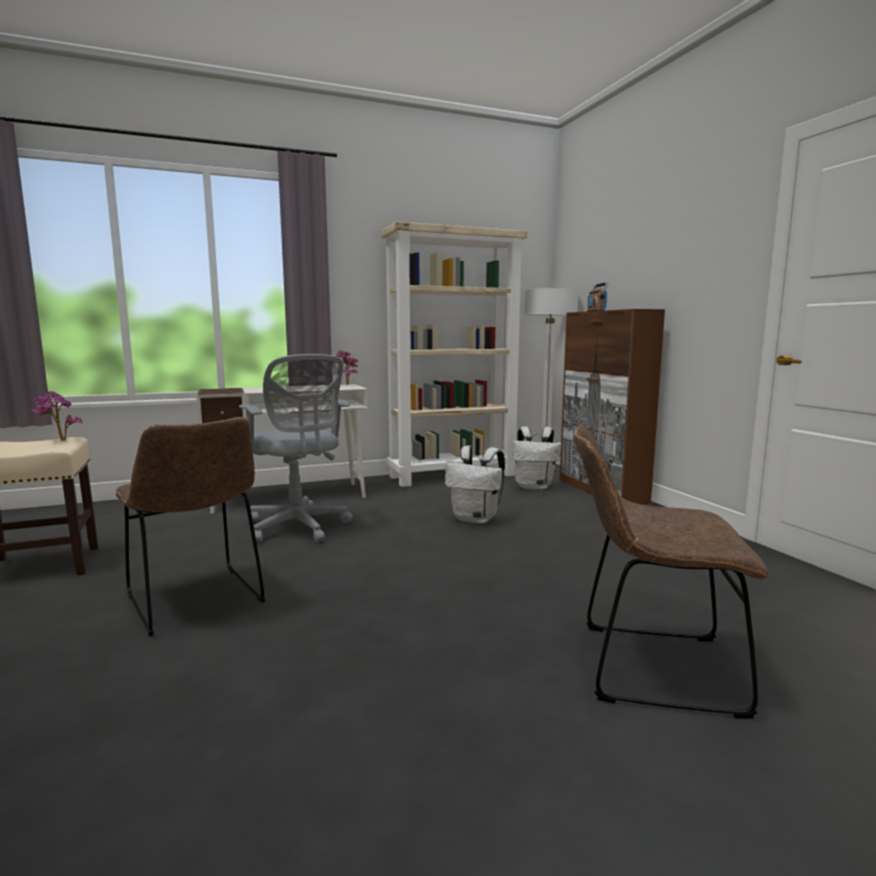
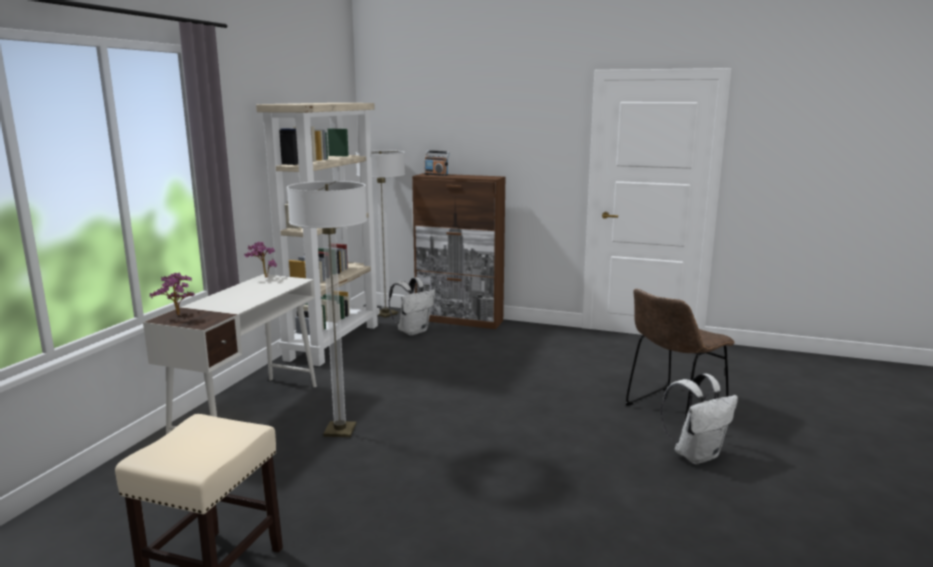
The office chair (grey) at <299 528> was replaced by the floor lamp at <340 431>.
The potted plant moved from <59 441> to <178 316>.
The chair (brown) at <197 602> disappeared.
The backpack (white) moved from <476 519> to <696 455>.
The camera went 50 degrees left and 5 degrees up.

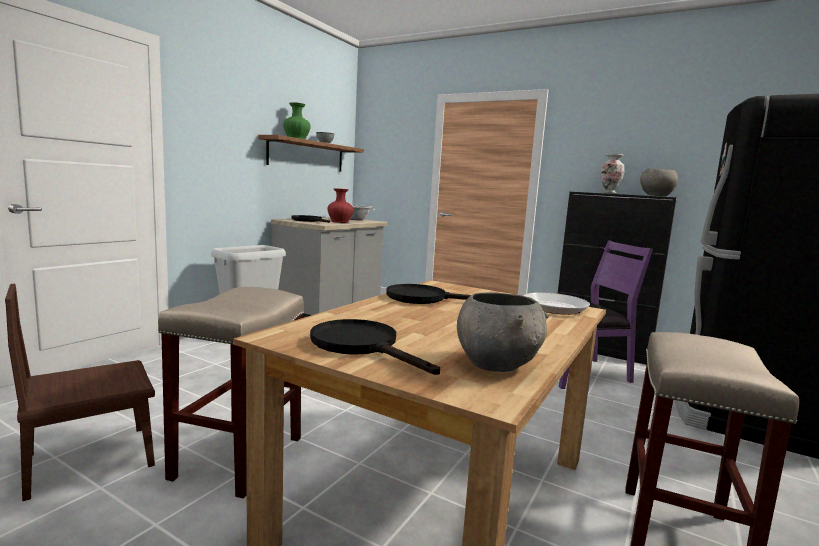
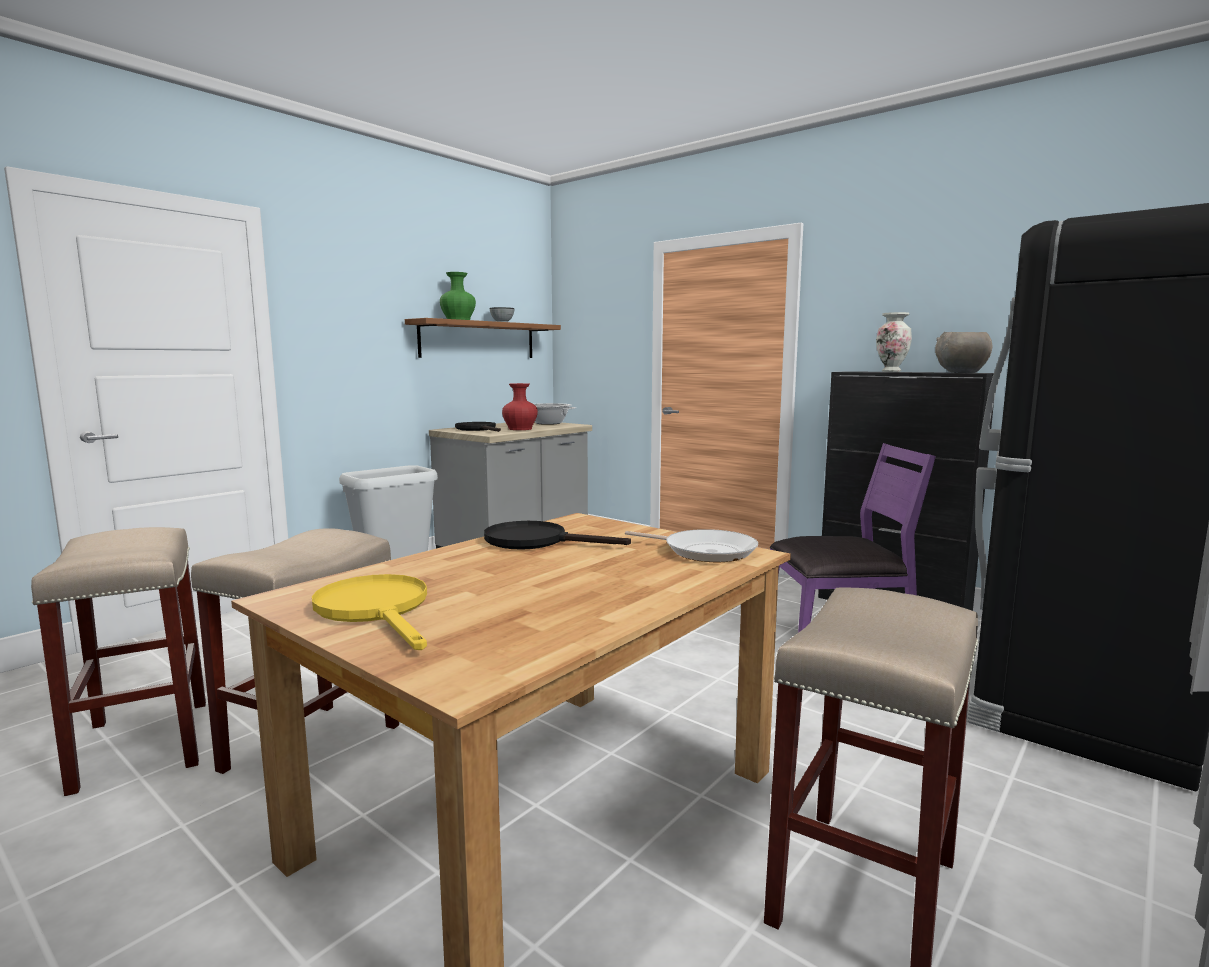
The chair (brown) at <90 460> was replaced by the stool (beige) at <142 743>.
The bowl (grey) at <497 365> disappeared.
The frying pan (black) at <362 346> became the frying pan (yellow) at <377 610>.
The camera went 10 degrees right and 0 degrees up.

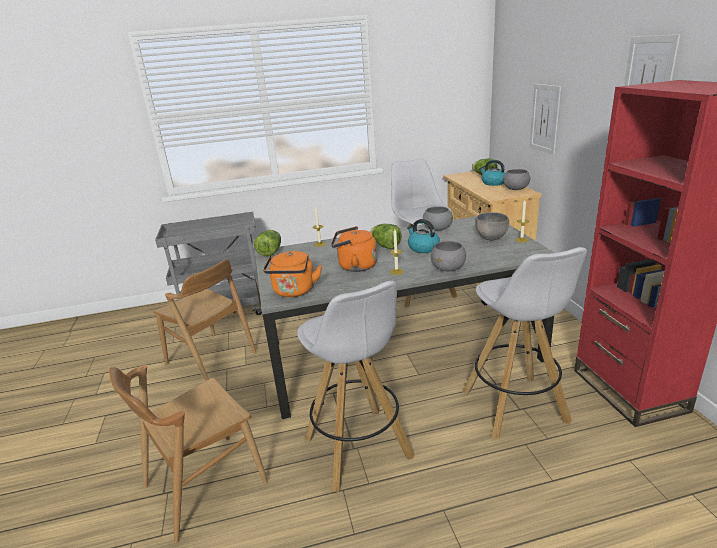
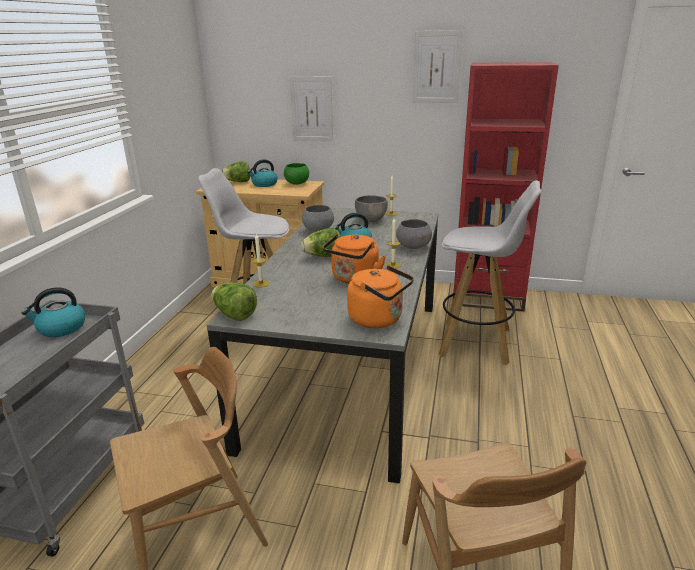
The bowl (grey) at <516 189> became the bowl (green) at <297 183>.
The stool (white) at <359 449> disappeared.
The kettle at <61 328> appeared.
The camera went 65 degrees left and 0 degrees up.

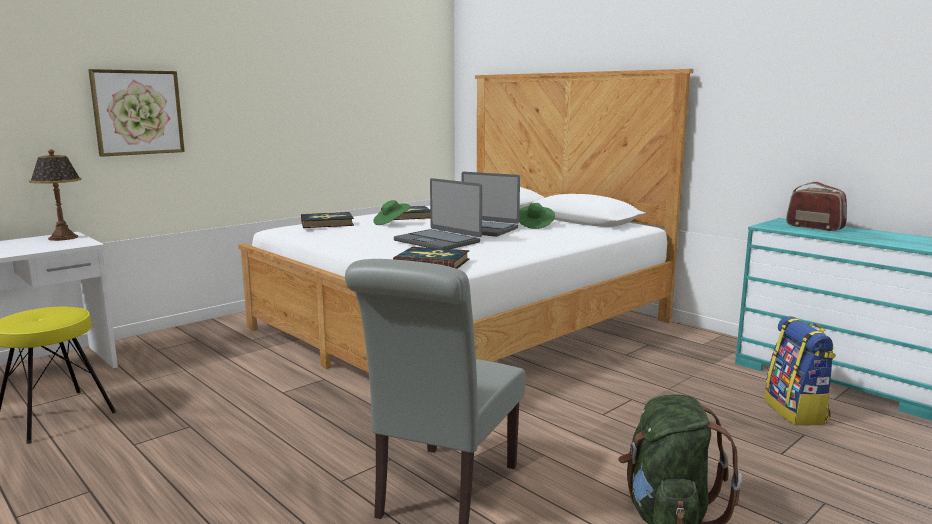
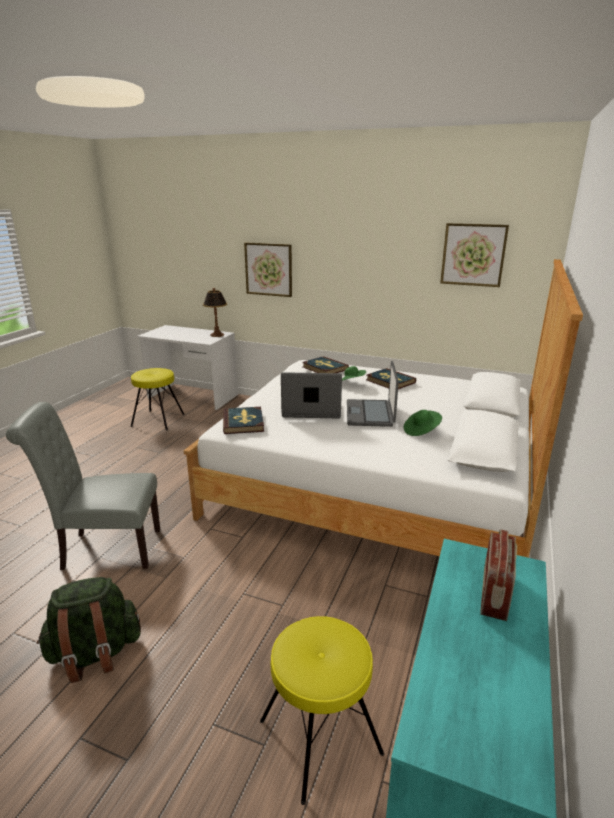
The laptop at <438 241> turned 75 degrees clockwise.
The backpack at <796 412> was replaced by the stool (yellow) at <320 737>.
The picture at <473 255> appeared.
The camera went 65 degrees right and 10 degrees up.

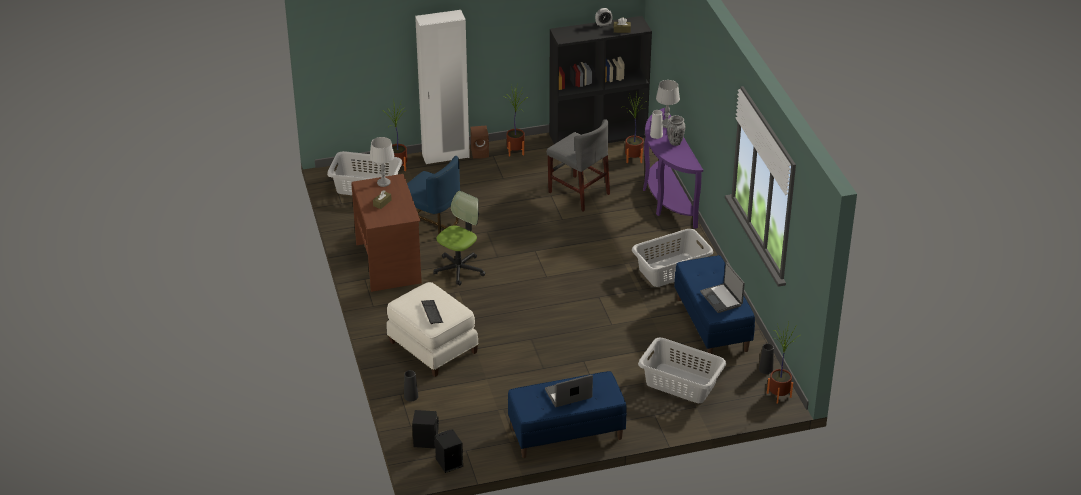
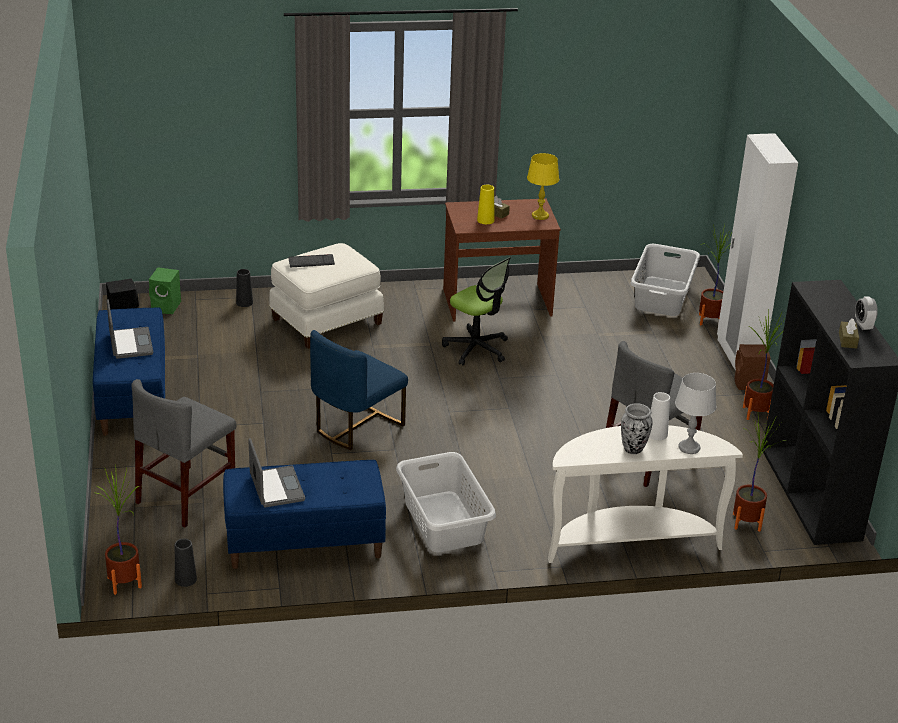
The console table (purple) at <666 199> became the console table (white) at <630 541>.
The table lamp (grey) at <383 183> became the table lamp (yellow) at <540 216>.
The chair (blue) moved from <430 222> to <356 426>.
The laptop at <722 299> turned 90 degrees clockwise.
The laundry basket (grey) at <681 384> was replaced by the chair (grey) at <186 496>.
The speaker (black) at <426 440> became the speaker (green) at <167 307>.
The vase (yellow) at <485 220> appeared.
The camera went 95 degrees right and 5 degrees down.

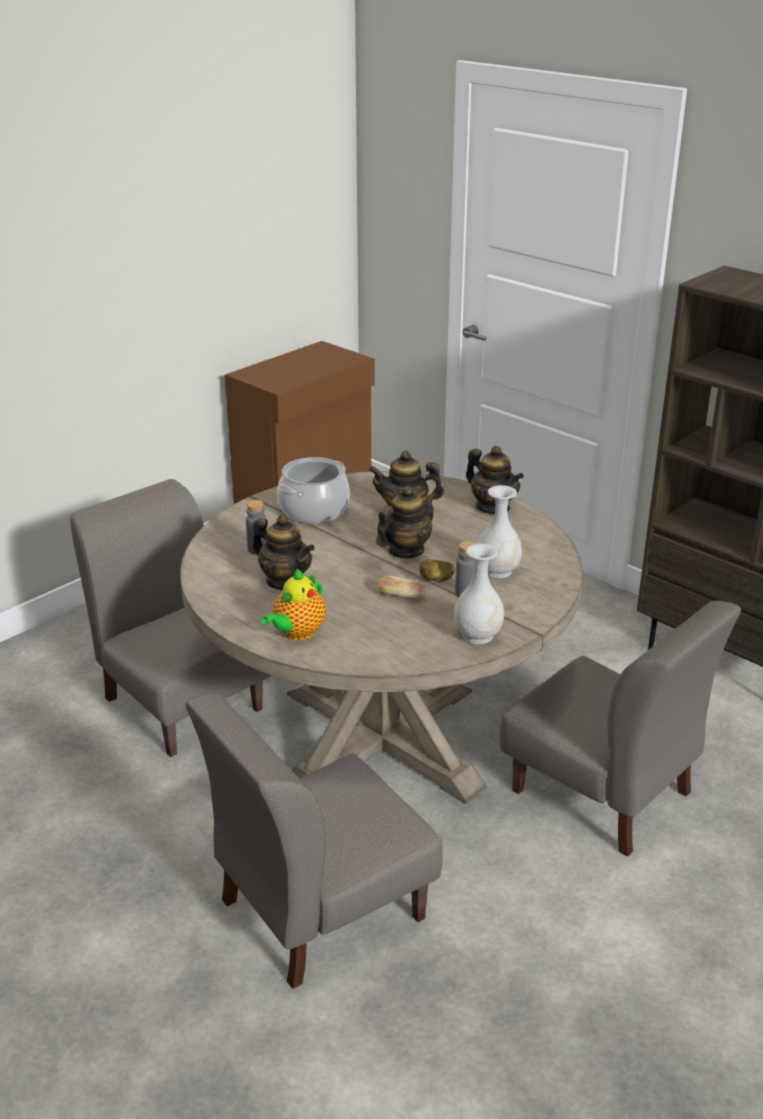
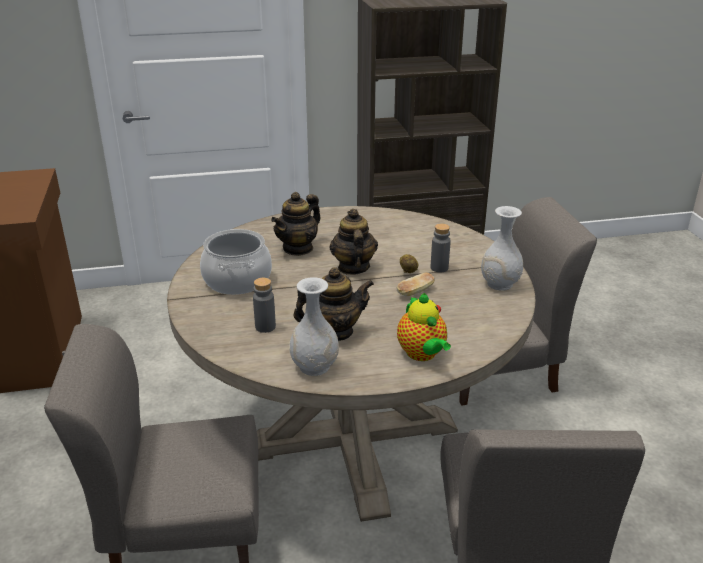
The teapot at <492 507> disappeared.
The vase (white) moved from <498 571> to <315 366>.
The camera went 55 degrees left and 0 degrees up.

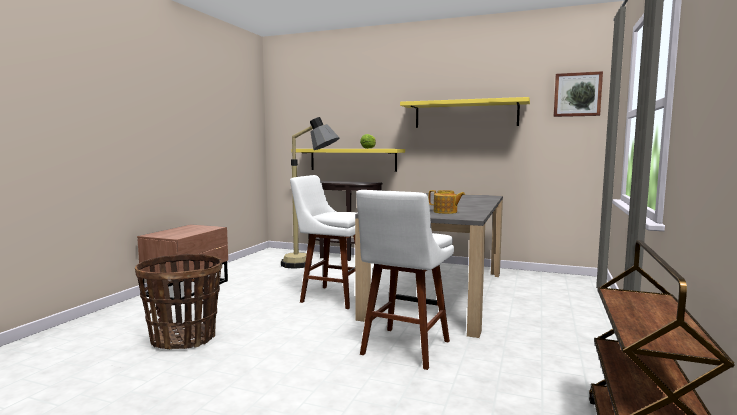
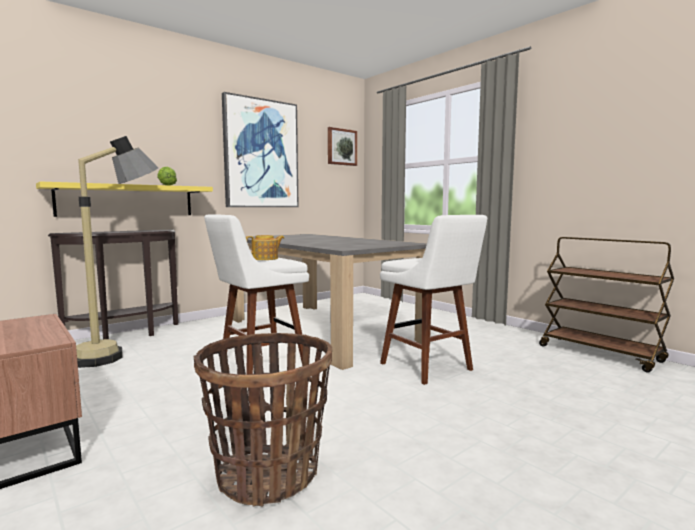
The shelf (yellow) at <465 114> was replaced by the picture at <261 154>.
The teapot moved from <445 212> to <265 258>.
The camera went 60 degrees left and 0 degrees up.

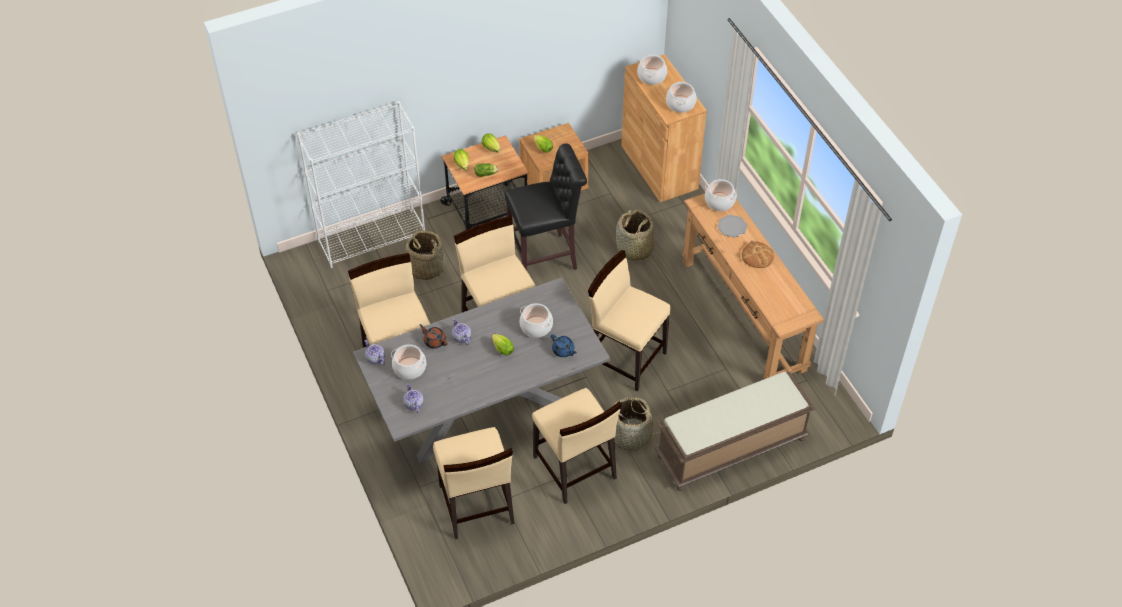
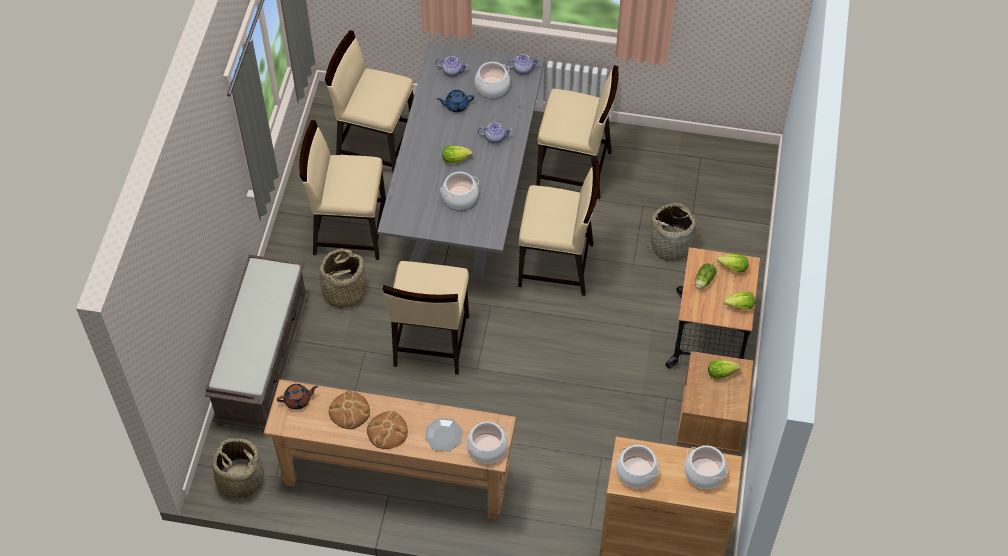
The bookcase (white) at <372 238> disappeared.
The stool (black) at <546 257> disappeared.
The basket moved from <634 249> to <240 479>.
The chair (beige) at <626 357> turned 120 degrees clockwise.
The teapot (brown) moved from <434 341> to <298 400>.
The teapot (blue) moved from <563 351> to <456 105>.
The bread at <349 411> appeared.
The camera went 125 degrees right and 5 degrees up.

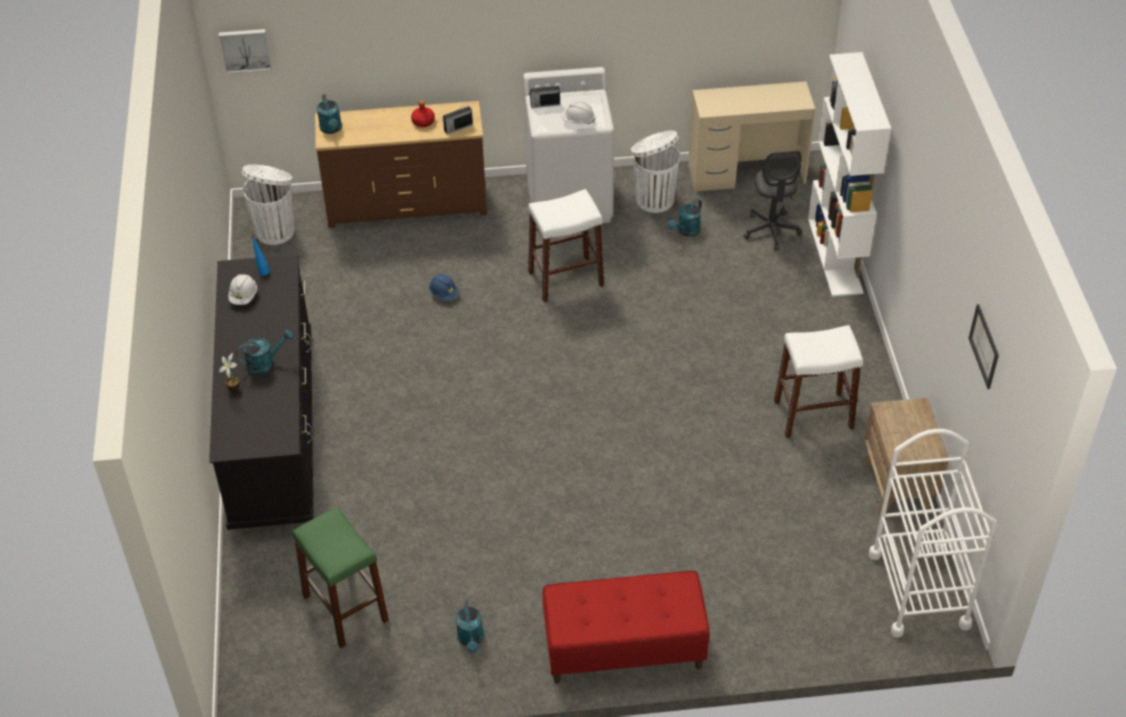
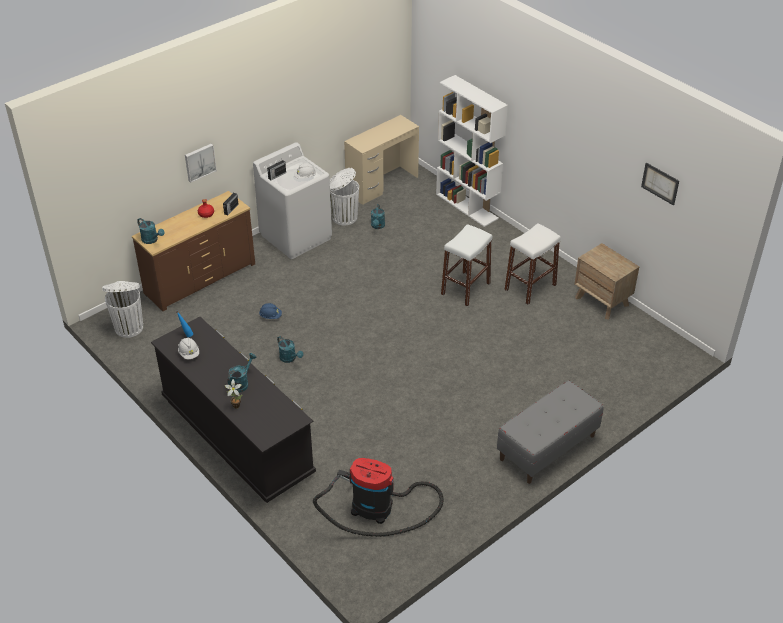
The picture moved from <245 49> to <199 162>.
The office chair (grey) at <771 231> disappeared.
The stool (white) moved from <565 279> to <465 289>.
The cart (white) at <919 589> disappeared.
The stool (green) at <345 608> was replaced by the vacuum cleaner at <377 508>.
The bench (red) at <623 649> became the bench (grey) at <547 448>.
The watering can (turquoise) moved from <471 639> to <290 358>.
The camera went 35 degrees left and 5 degrees down.

